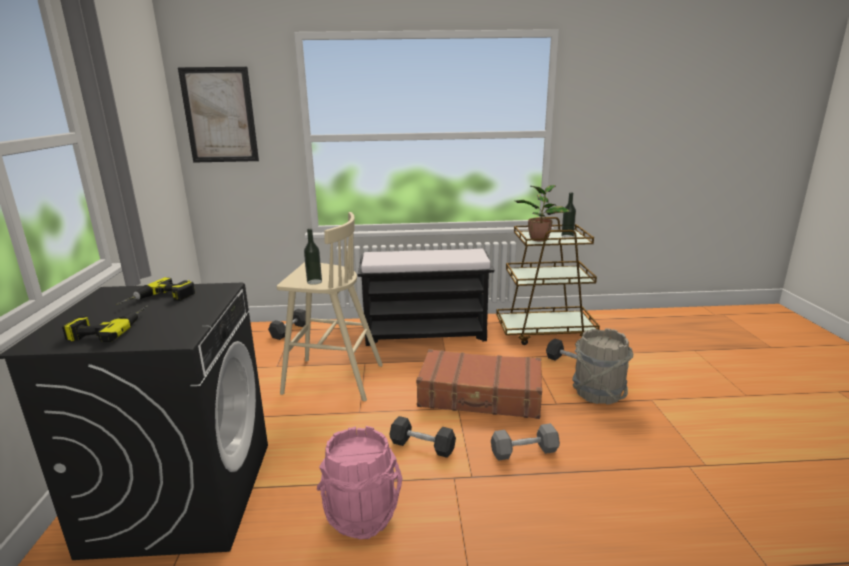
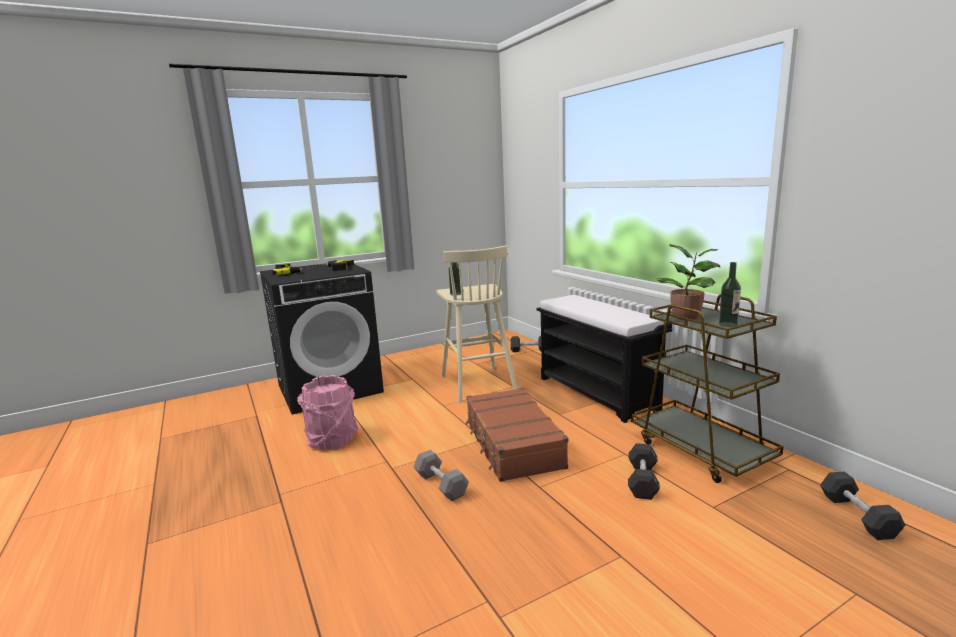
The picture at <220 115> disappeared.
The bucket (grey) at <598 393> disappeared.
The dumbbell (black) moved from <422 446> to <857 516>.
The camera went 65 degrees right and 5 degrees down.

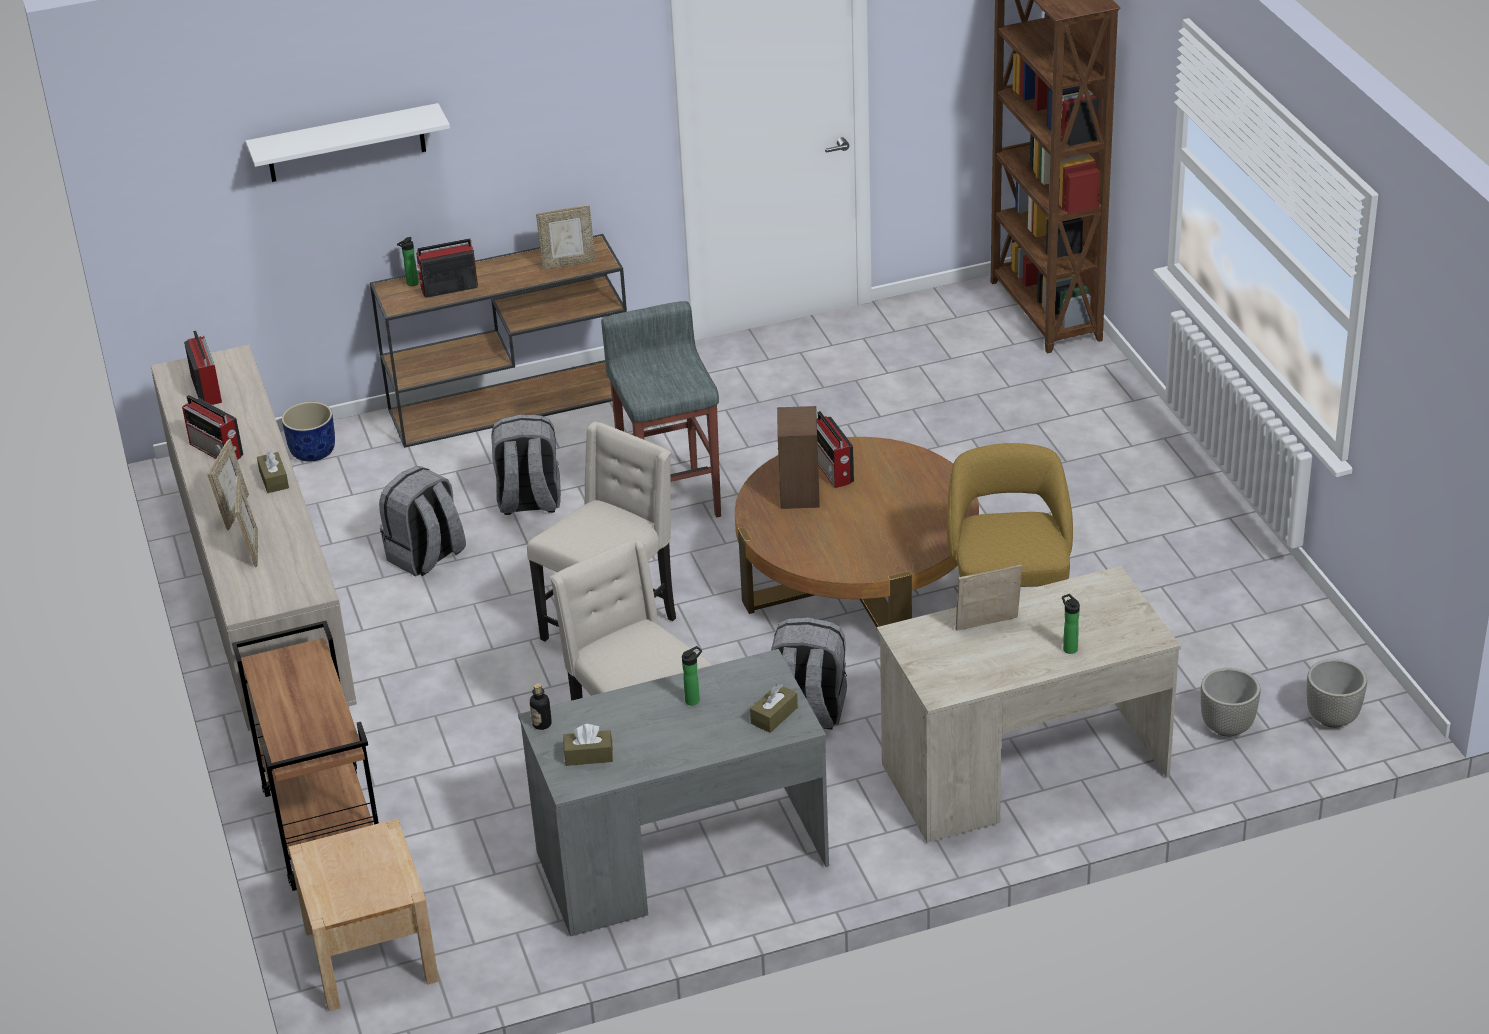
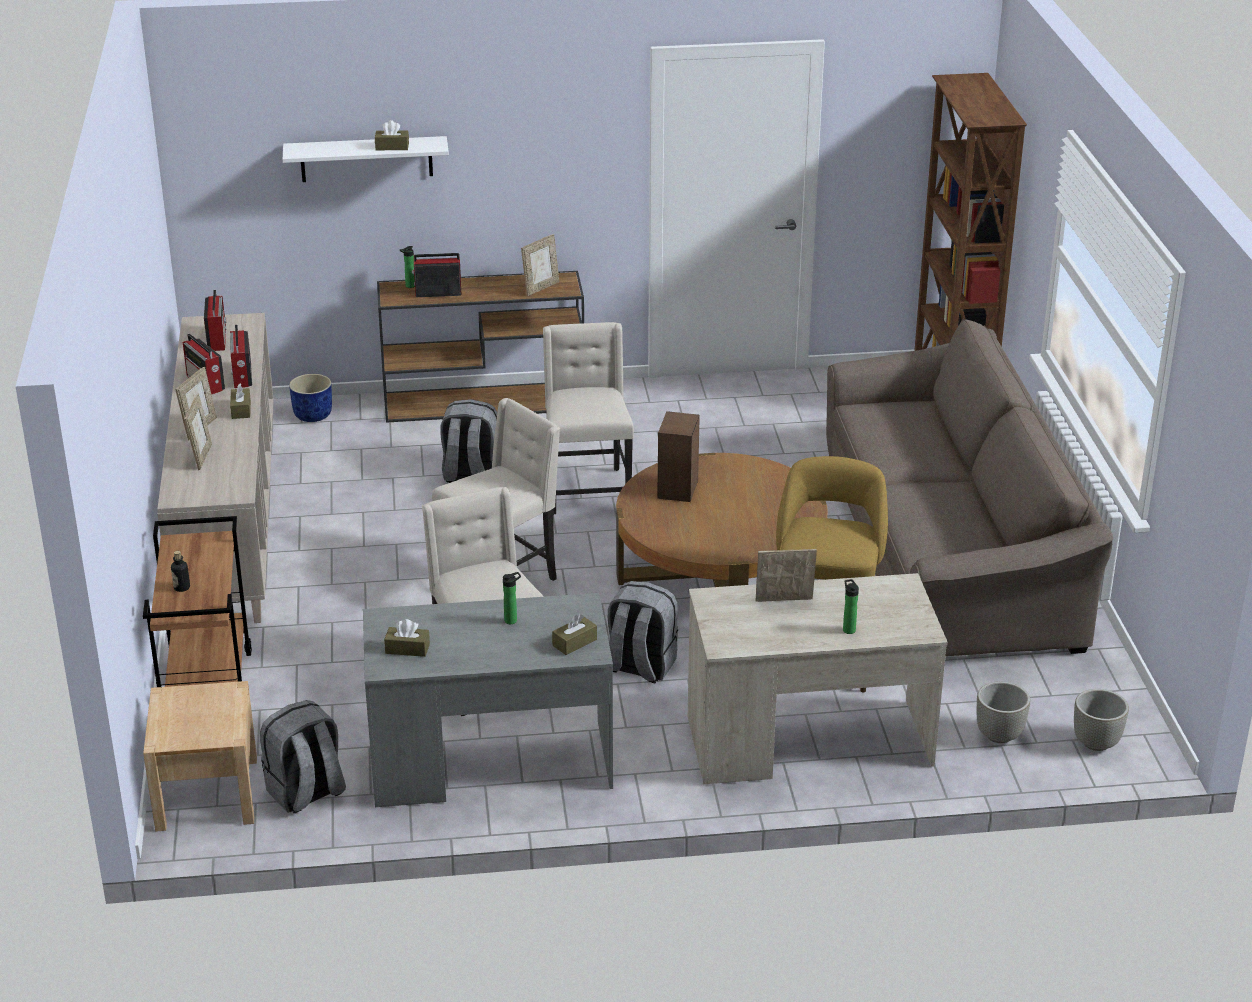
The picture frame at <568 263> turned 45 degrees counterclockwise.
The stool (grey) at <671 499> was replaced by the chair (beige) at <587 490>.
The radio moved from <833 471> to <242 376>.
The backpack (grey) moved from <426 556> to <306 793>.
The bottle moved from <542 724> to <182 587>.
The tissue box (brown) at <392 147> appeared.
The sofa (brown) at <948 549> appeared.
The camera went 10 degrees right and 5 degrees down.

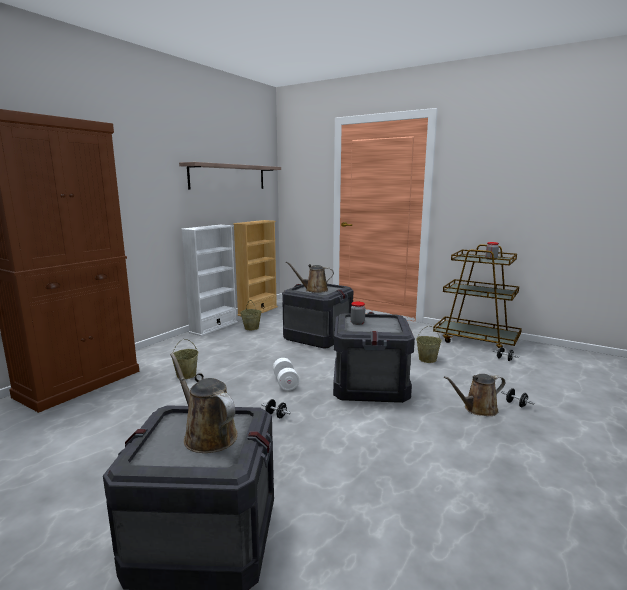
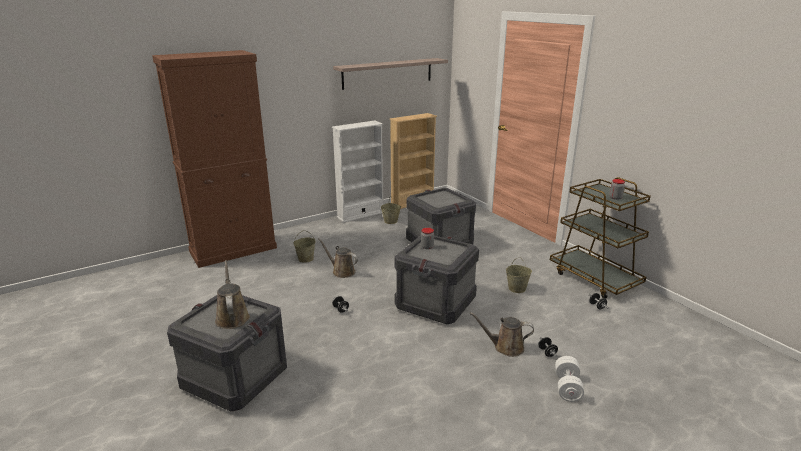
The watering can (brown) moved from <314 290> to <341 271>.
The dumbbell (white) moved from <285 383> to <567 387>.
The camera went 25 degrees right and 10 degrees up.

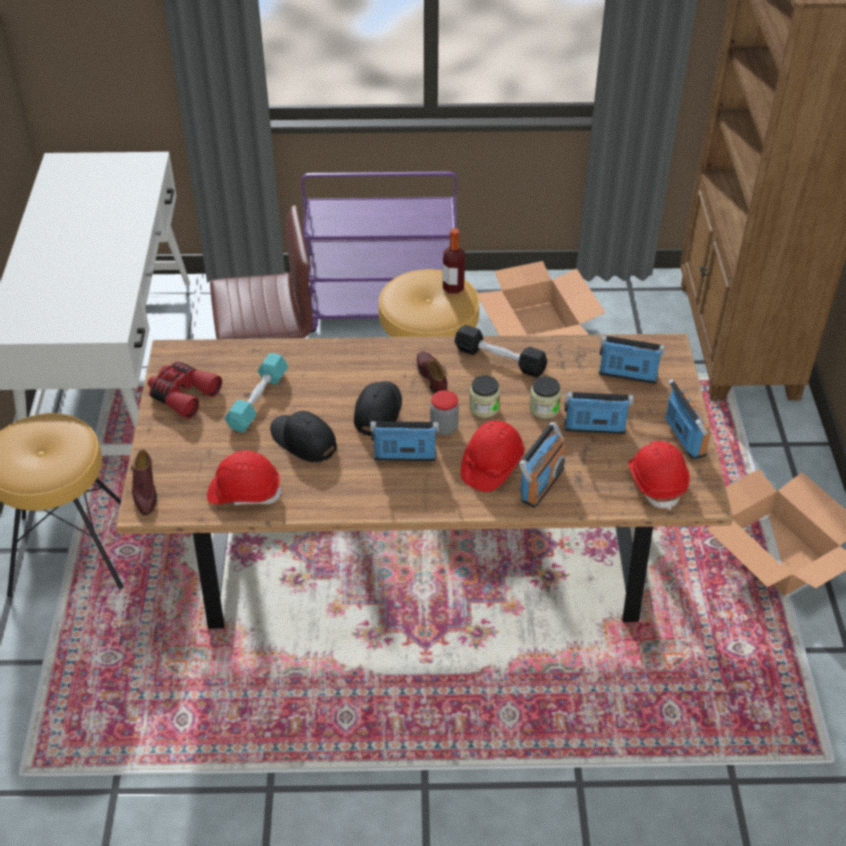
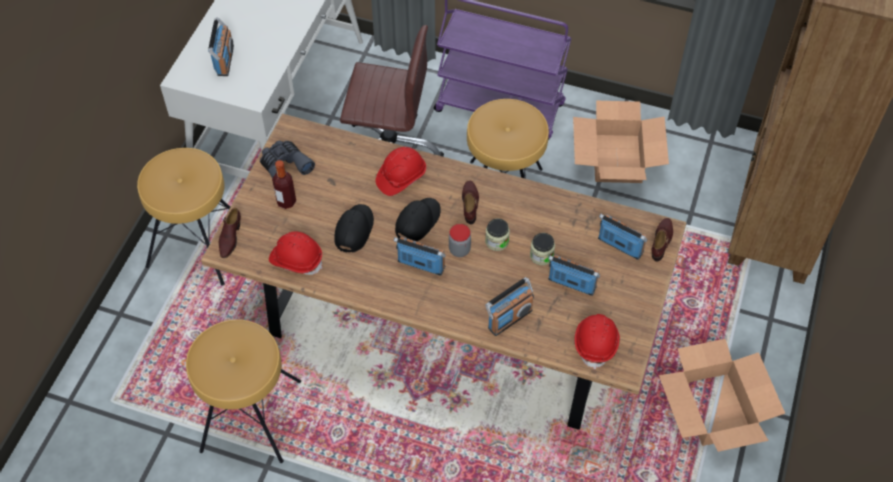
The bottle moved from <453 288> to <286 201>.
The dumbbell (black) at <500 360> disappeared.
The dumbbell (turquoise) at <258 401> disappeared.
The binoculars (red) at <182 394> became the binoculars (grey) at <285 166>.
The radio moved from <684 437> to <224 60>.
The cap (black) at <303 440> turned 45 degrees clockwise.
The hard hat (red) moved from <491 465> to <401 177>.
The shoe (brown) at <661 241> appeared.
The stool (brown) at <250 415> appeared.
The camera went 20 degrees right and 10 degrees up.

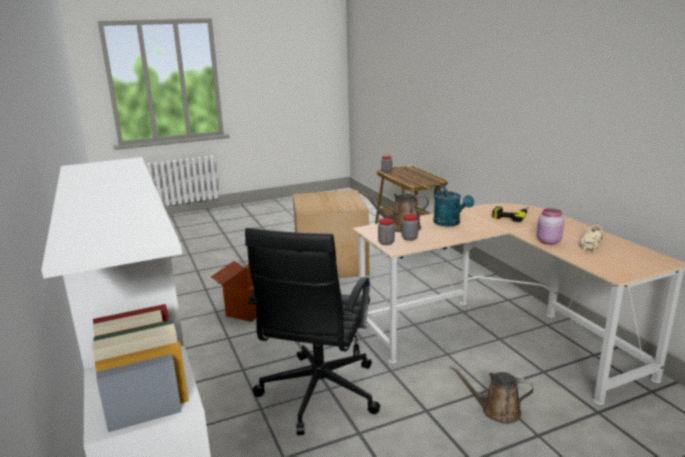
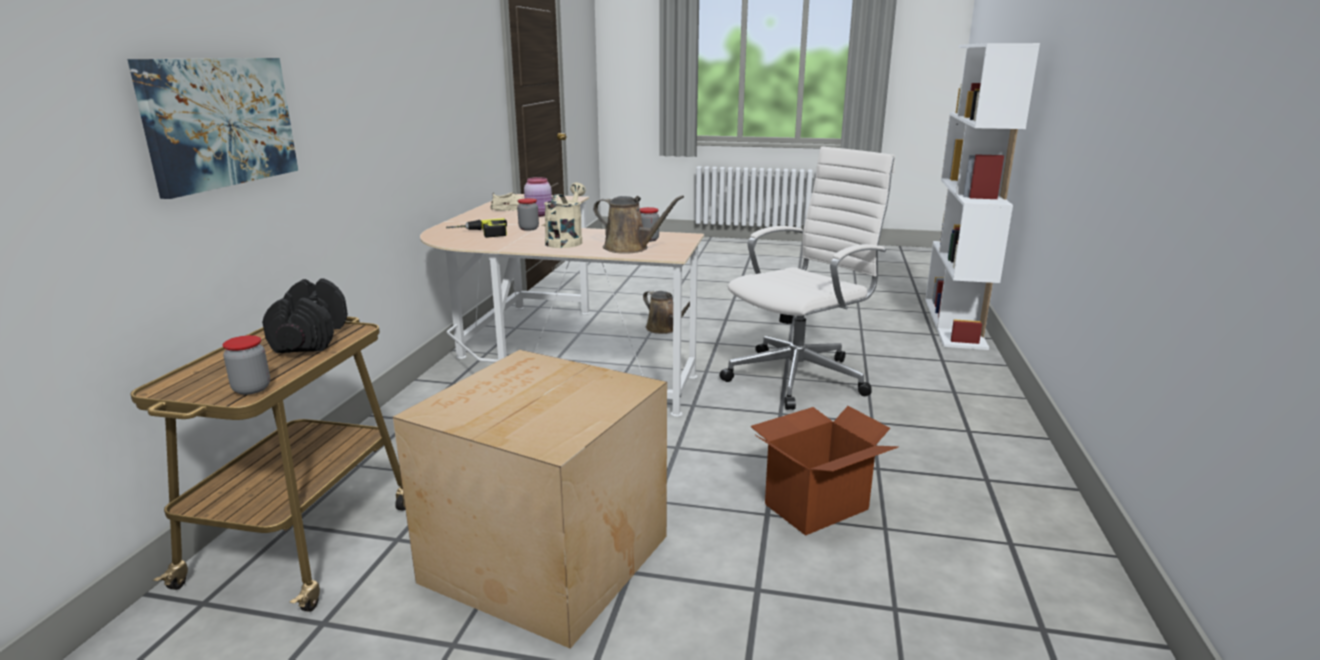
The watering can (turquoise) at <450 223> became the watering can (beige) at <566 241>.
The jar moved from <386 242> to <529 228>.
The office chair (black) at <318 394> became the office chair (white) at <800 377>.
The picture at <220 122> appeared.
The dumbbell (black) at <310 338> appeared.
The camera went 145 degrees left and 0 degrees up.

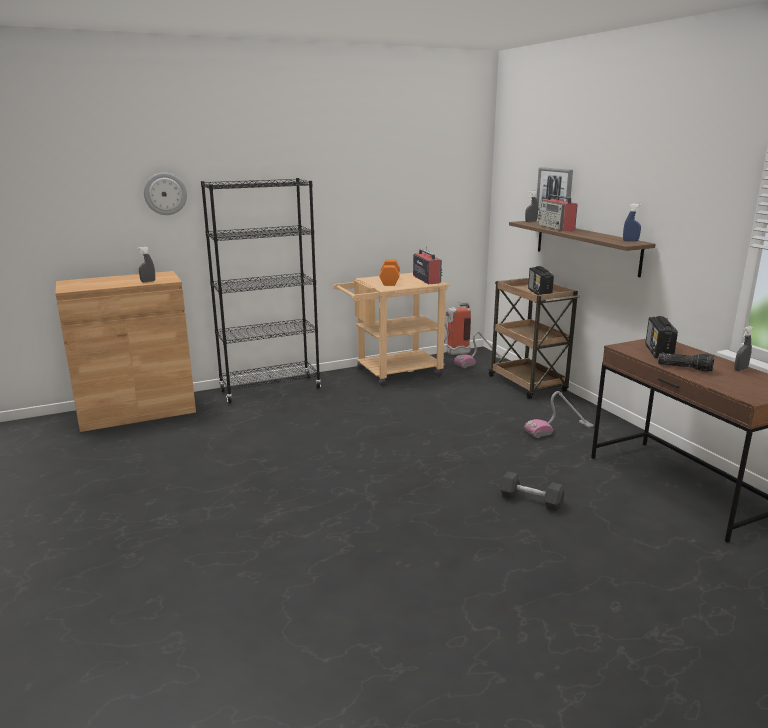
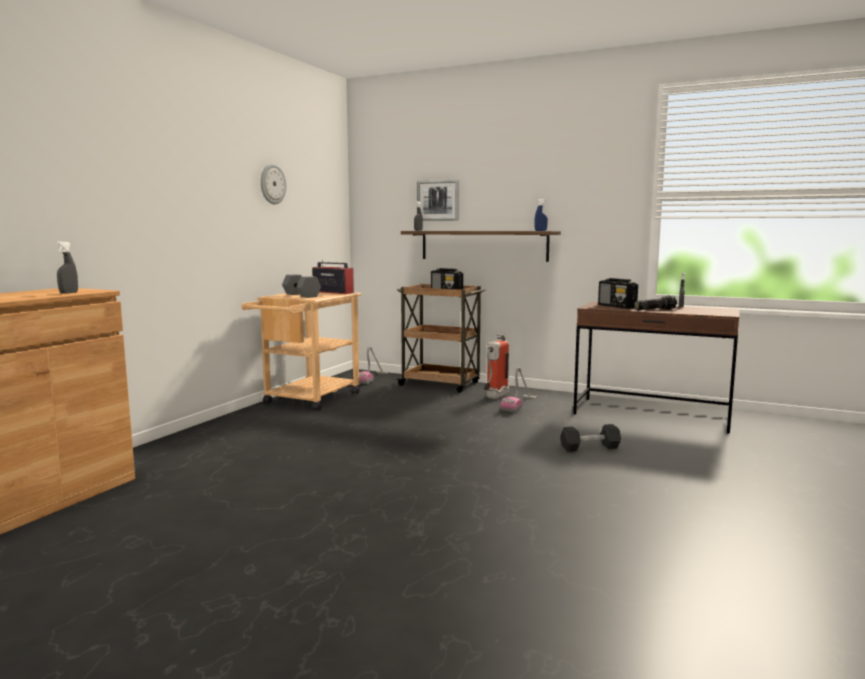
The wall clock moved from <165 194> to <272 184>.
The bookcase (black) at <270 390> disappeared.
The radio at <556 228> disappeared.
The dumbbell (orange) at <390 281> became the dumbbell (grey) at <302 295>.
The fire extinguisher moved from <453 353> to <494 397>.
The camera went 40 degrees left and 10 degrees down.

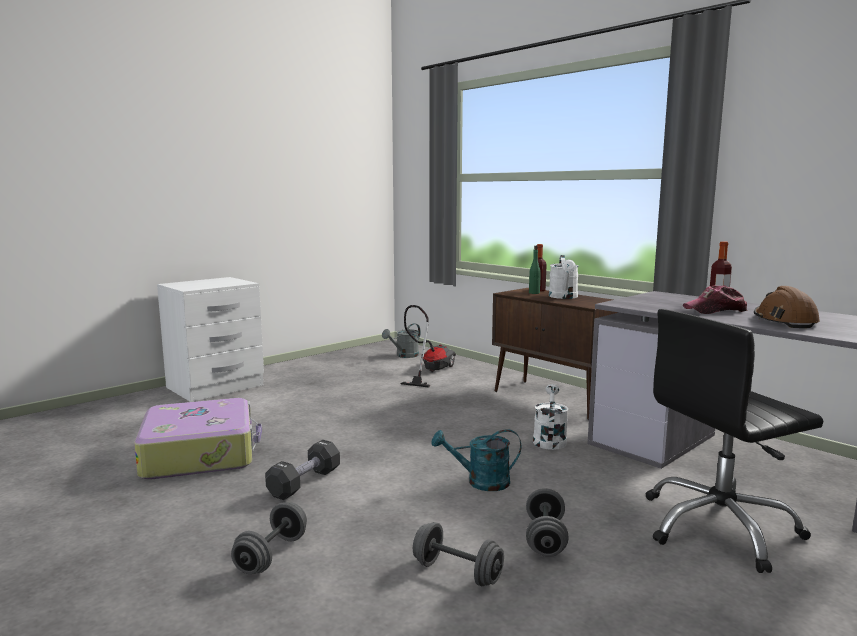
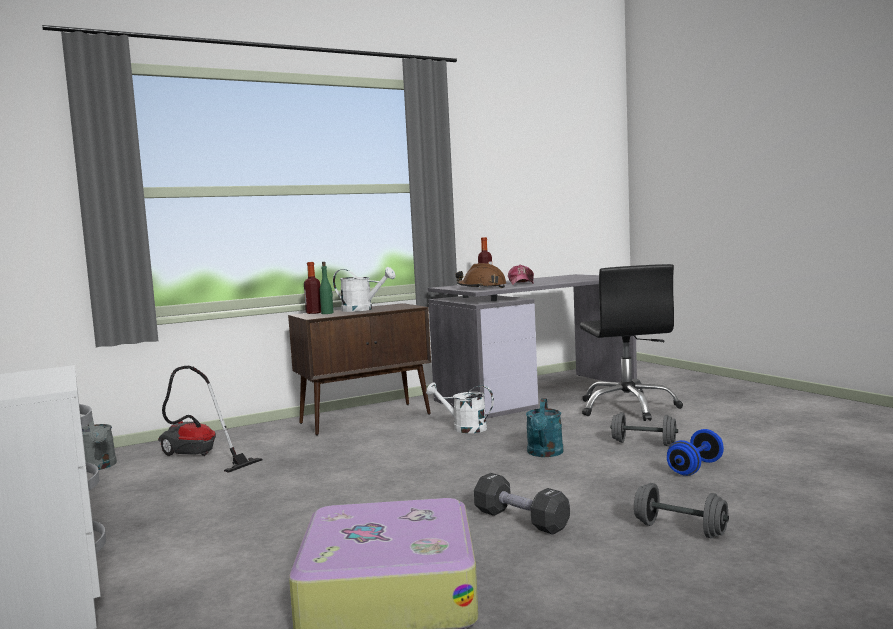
The hard hat (brown) moved from <784 321> to <482 288>.
The dumbbell (grey) at <457 572> became the dumbbell (blue) at <695 468>.
The camera went 75 degrees left and 5 degrees down.

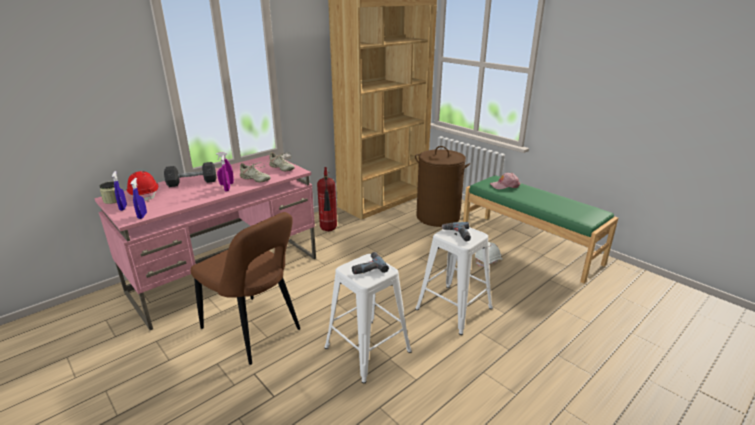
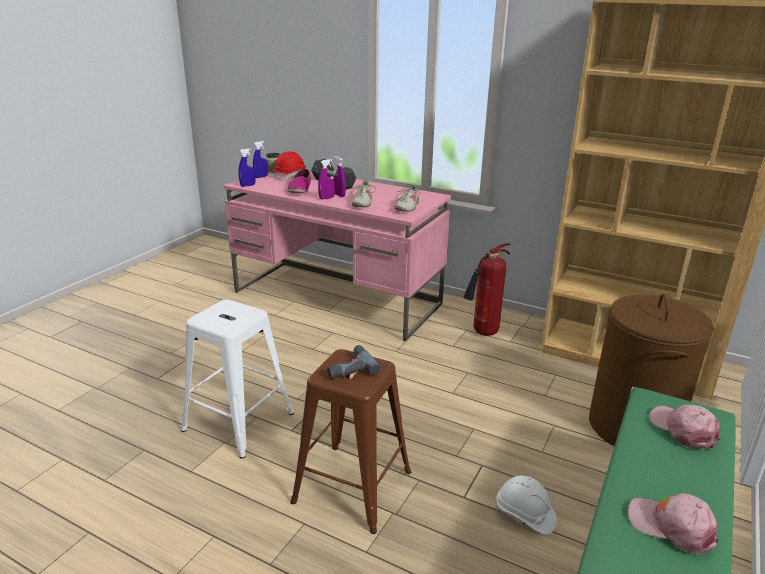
The chair (brown) at <254 331> disappeared.
The stool (white) at <452 308> became the stool (brown) at <352 485>.
The power drill at <367 267> disappeared.
The shoe at <300 189> appeared.
The cap (pink) at <671 526> appeared.
The camera went 70 degrees right and 0 degrees up.

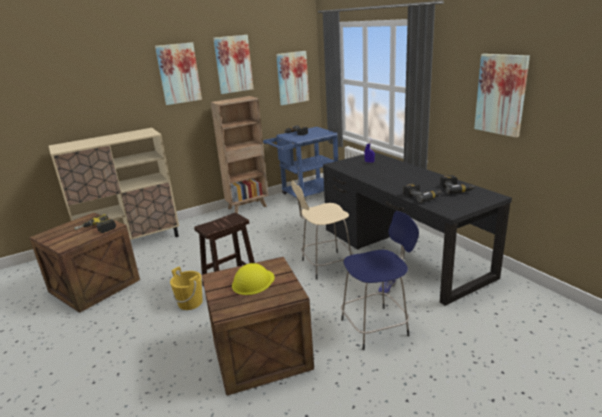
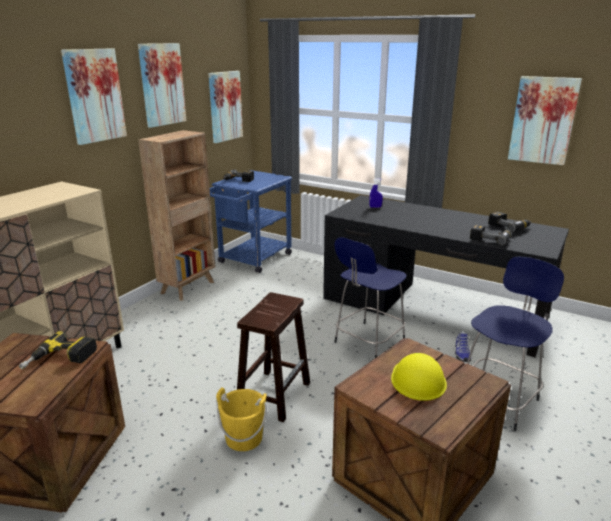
The stool (beige) at <325 265> became the stool (blue) at <368 342>.
The camera went 30 degrees left and 0 degrees up.

